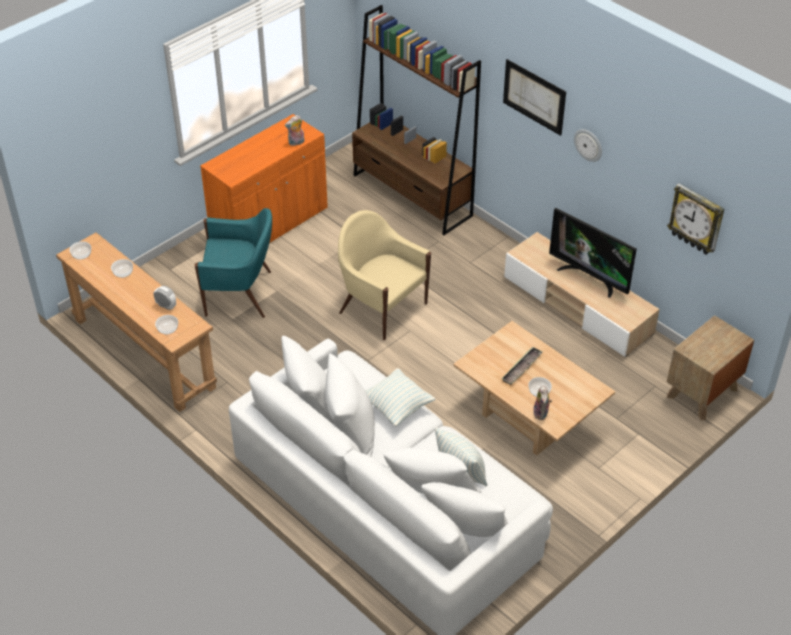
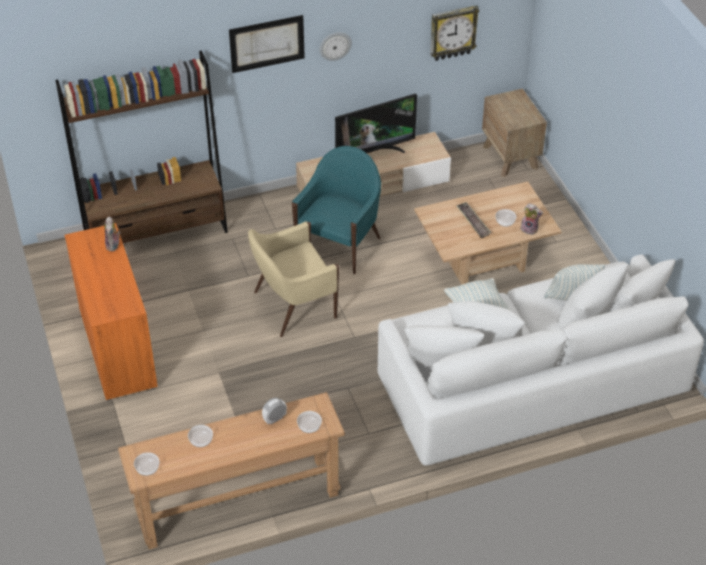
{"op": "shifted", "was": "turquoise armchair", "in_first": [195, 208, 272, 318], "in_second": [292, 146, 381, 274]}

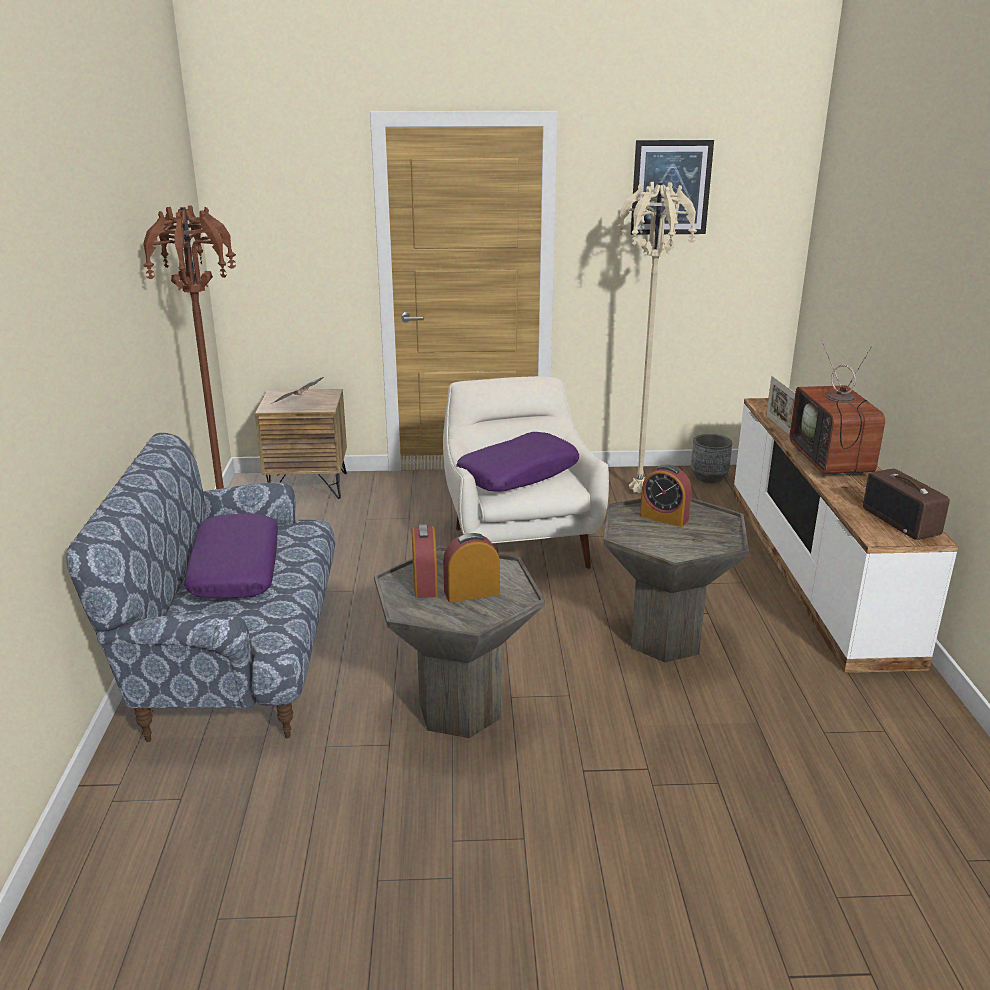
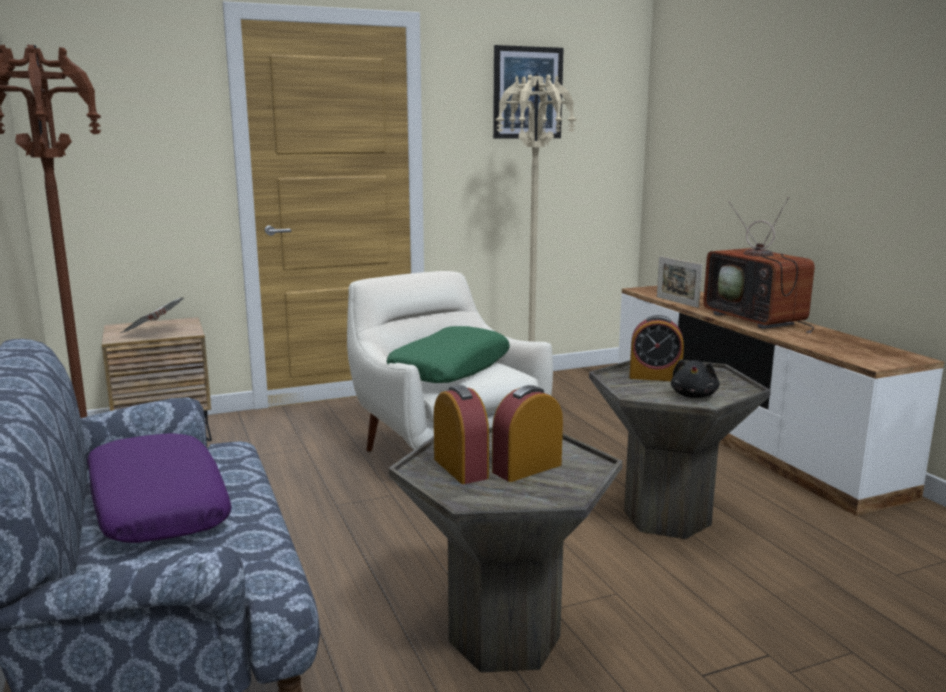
{"op": "repainted", "was": "purple pillow", "now": "green pillow", "in_first": [456, 432, 579, 492], "in_second": [387, 326, 510, 383]}
{"op": "new", "now": "black plush toy", "in_second": [671, 359, 719, 398]}
{"op": "gone", "was": "grey planter", "in_first": [691, 434, 732, 483]}
{"op": "gone", "was": "radio", "in_first": [863, 469, 950, 540]}

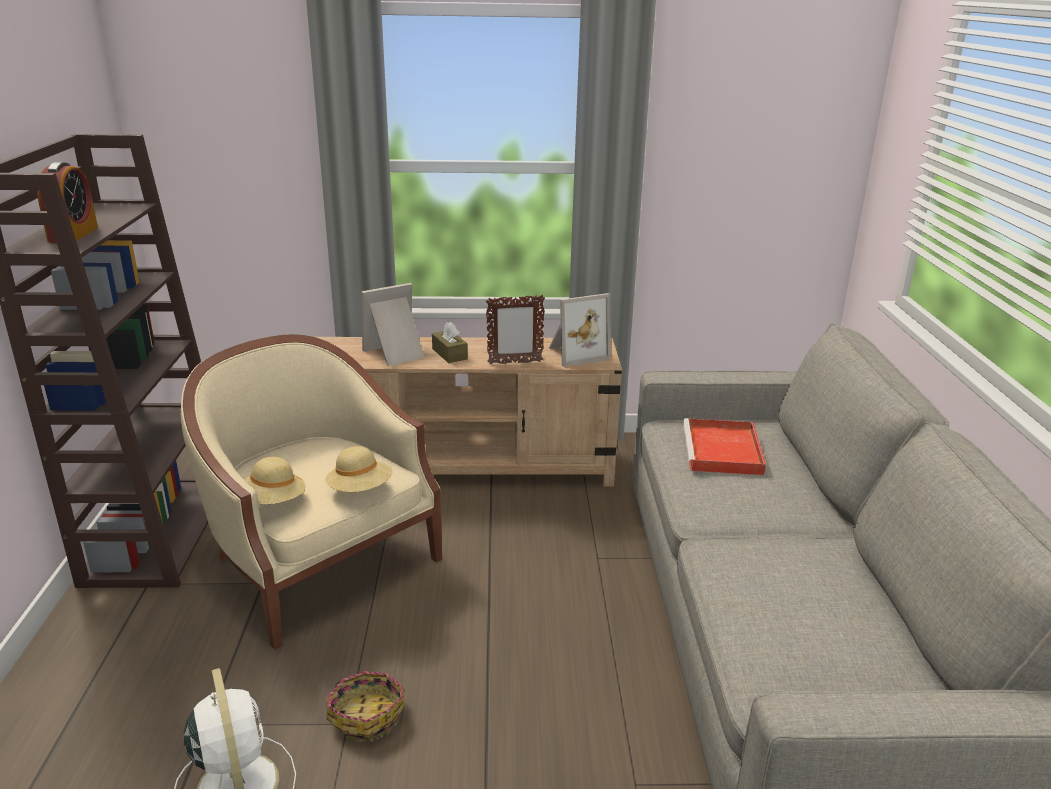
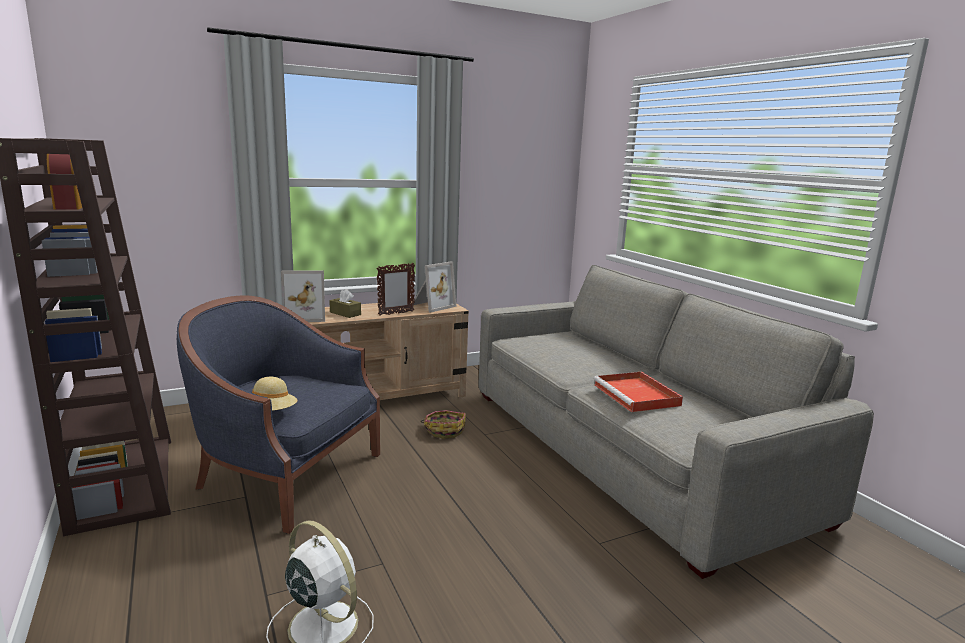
{"op": "repainted", "was": "beige armchair", "now": "blue armchair", "in_first": [181, 334, 442, 649], "in_second": [177, 295, 380, 534]}
{"op": "rotated", "was": "picture frame", "in_first": [362, 283, 425, 366], "in_second": [281, 270, 325, 322], "clockwise": -135}
{"op": "shifted", "was": "basket", "in_first": [326, 671, 405, 741], "in_second": [420, 410, 466, 439]}
{"op": "shifted", "was": "red tray", "in_first": [683, 418, 766, 475], "in_second": [593, 372, 683, 412]}
{"op": "gone", "was": "beige hat", "in_first": [325, 446, 393, 492]}

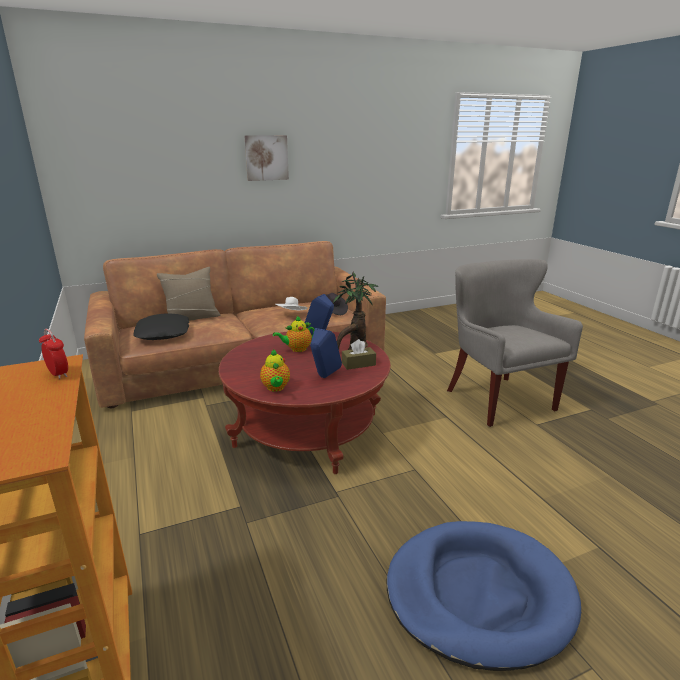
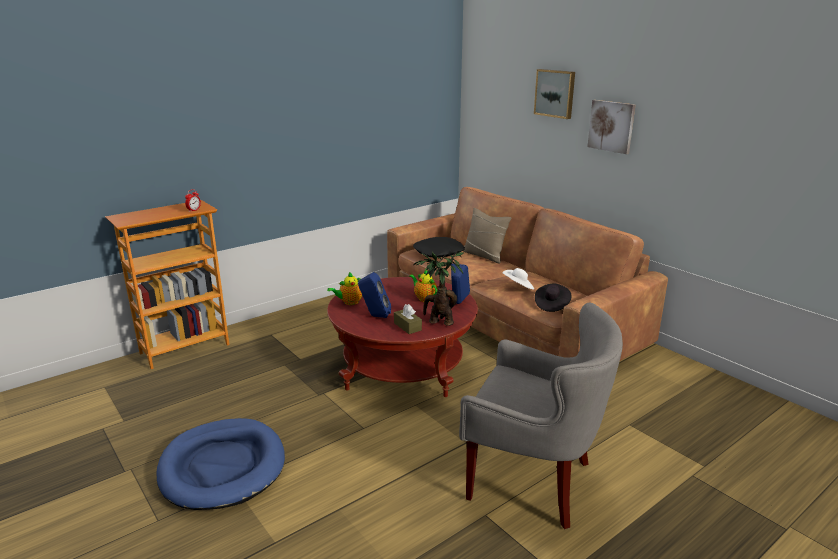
{"op": "rotated", "was": "grey armchair", "in_first": [447, 259, 583, 427], "in_second": [459, 303, 623, 529], "clockwise": 60}
{"op": "new", "now": "picture", "in_second": [534, 69, 575, 119]}

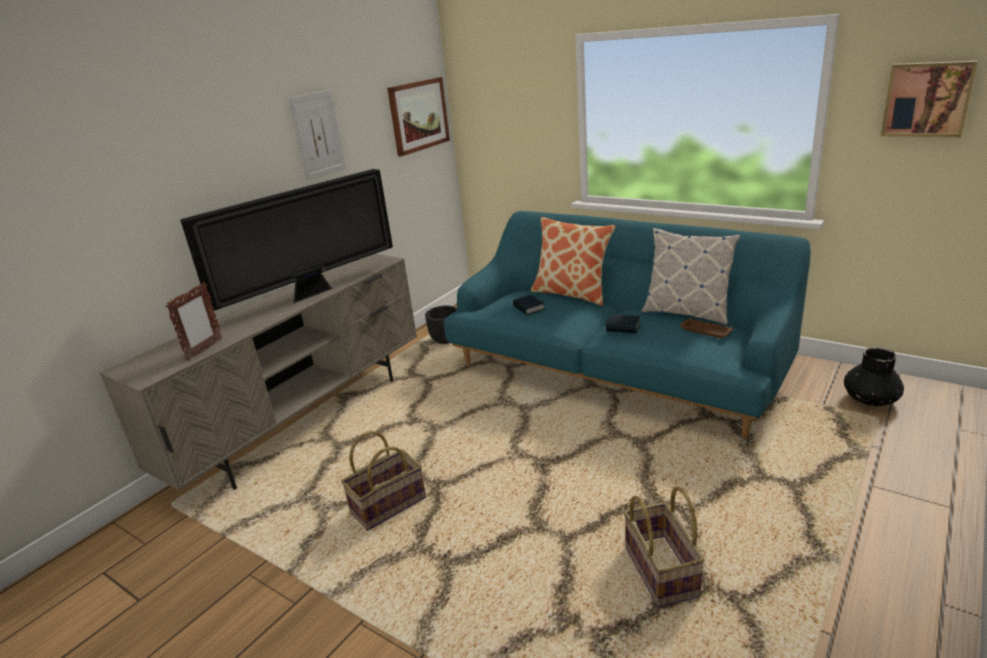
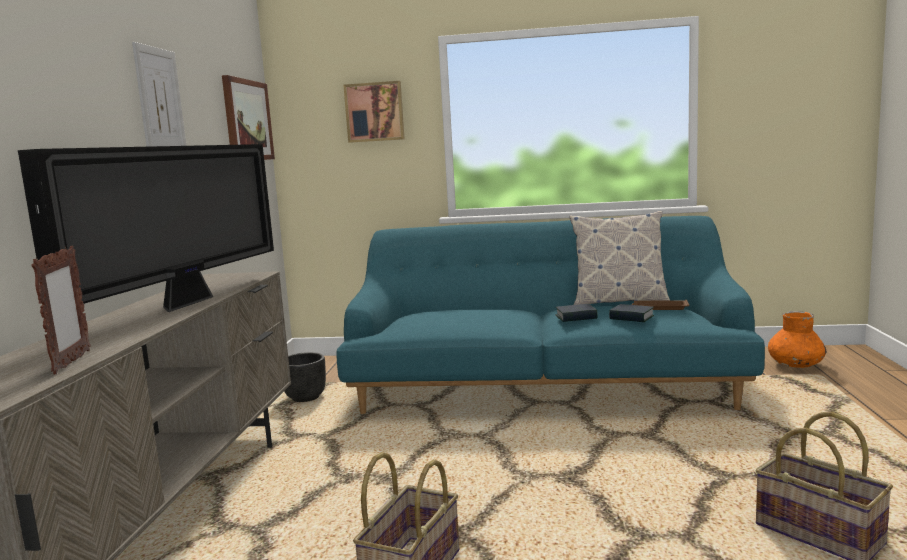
{"op": "shifted", "was": "picture", "in_first": [881, 61, 978, 137], "in_second": [343, 81, 405, 143]}
{"op": "shifted", "was": "book", "in_first": [513, 295, 545, 315], "in_second": [609, 304, 654, 322]}
{"op": "repainted", "was": "black vase", "now": "orange vase", "in_first": [844, 347, 904, 406], "in_second": [768, 311, 826, 368]}
{"op": "gone", "was": "pillow", "in_first": [531, 217, 616, 306]}

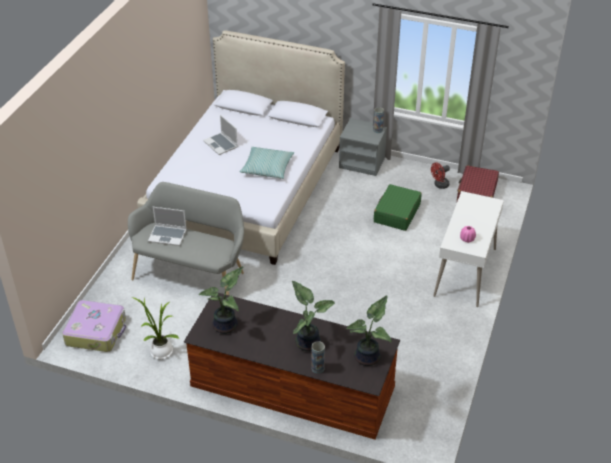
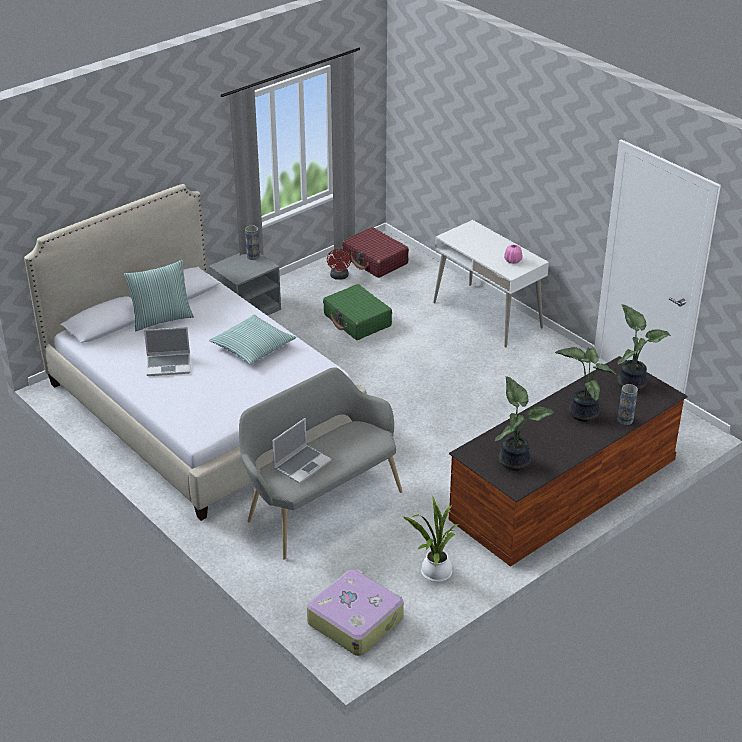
{"op": "new", "now": "pillow", "in_second": [124, 260, 194, 331]}

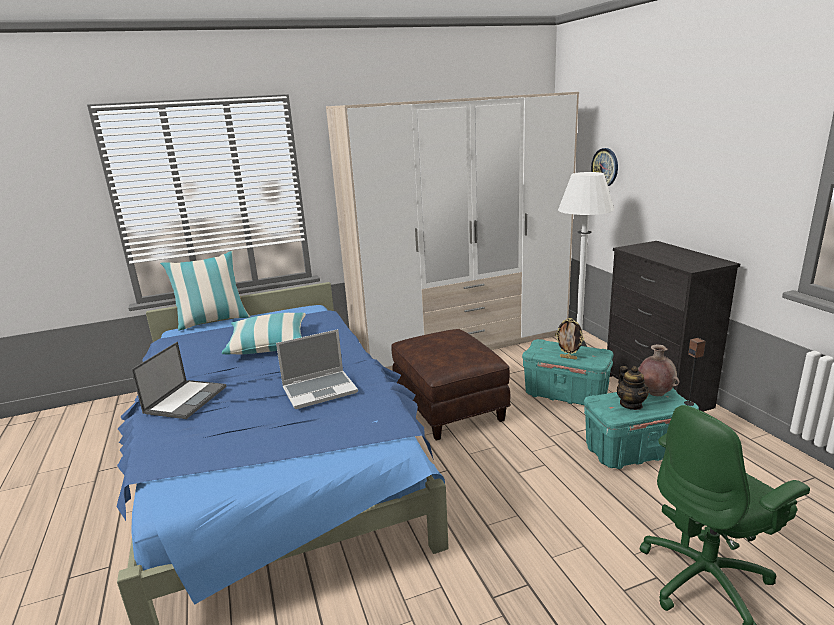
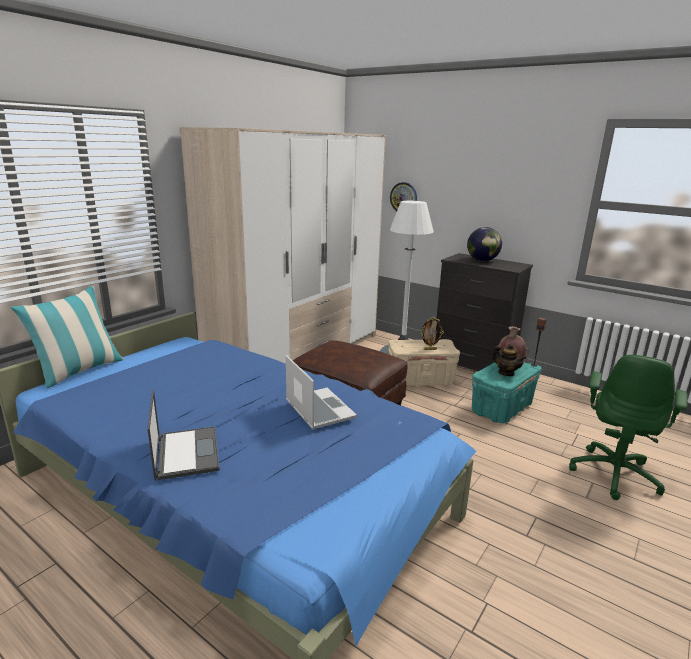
{"op": "rotated", "was": "laptop", "in_first": [276, 329, 358, 409], "in_second": [286, 355, 357, 429], "clockwise": -60}
{"op": "repainted", "was": "turquoise storage box", "now": "beige storage box", "in_first": [522, 339, 613, 405], "in_second": [388, 339, 460, 387]}
{"op": "new", "now": "globe", "in_second": [467, 227, 502, 261]}
{"op": "gone", "was": "pillow", "in_first": [222, 313, 306, 354]}

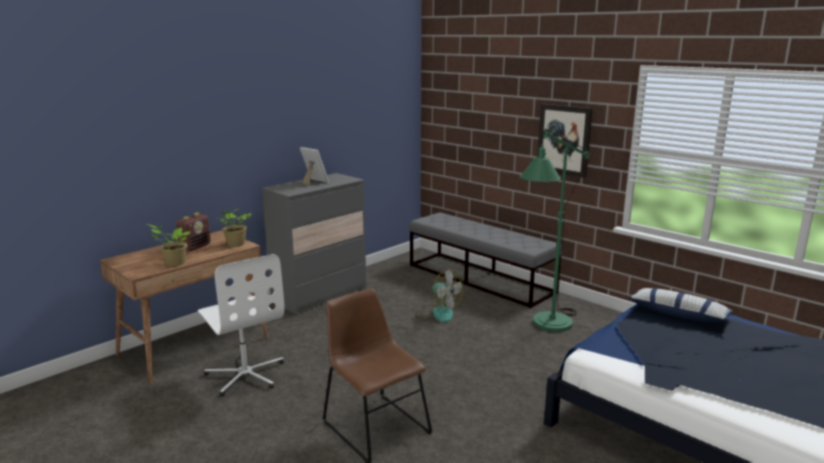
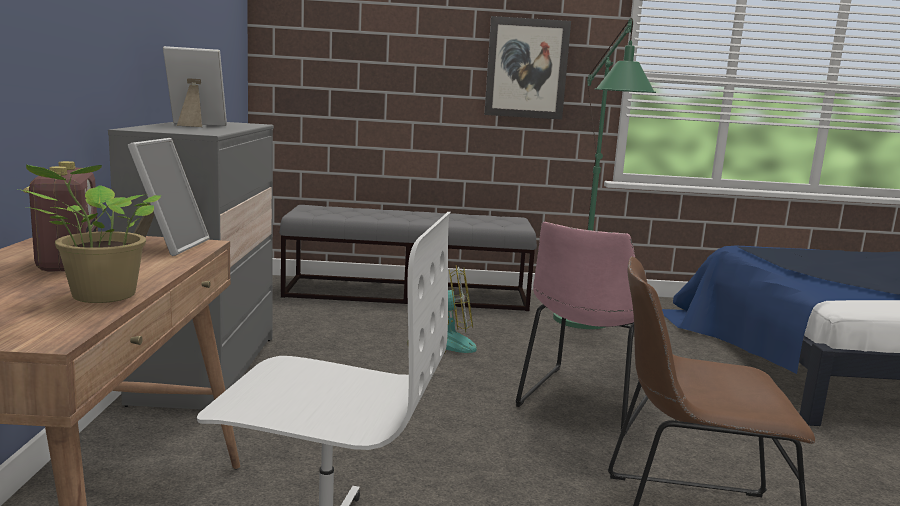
{"op": "swapped", "was": "potted plant", "now": "picture frame", "in_first": [219, 208, 251, 247], "in_second": [127, 138, 209, 256]}
{"op": "new", "now": "pink chair", "in_second": [516, 222, 648, 436]}
{"op": "gone", "was": "pillow", "in_first": [627, 288, 733, 323]}

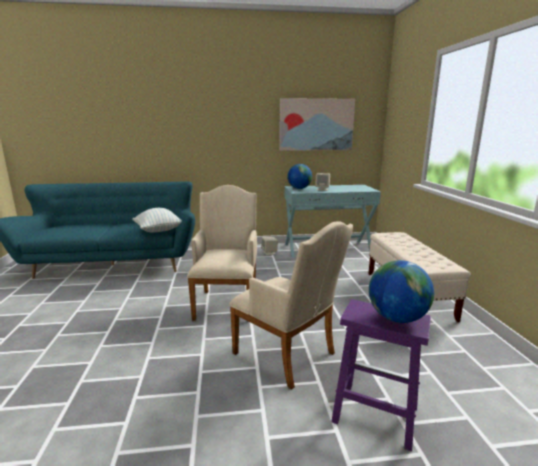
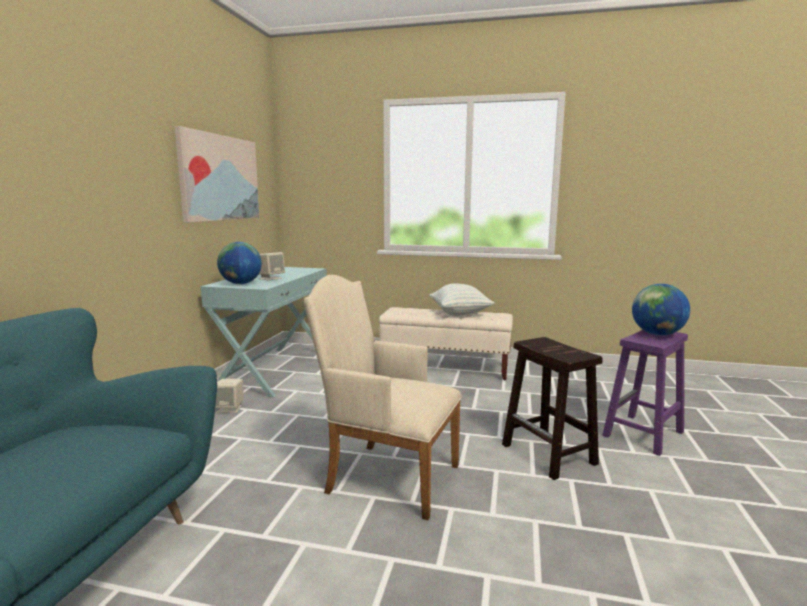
{"op": "shifted", "was": "pillow", "in_first": [132, 208, 182, 233], "in_second": [429, 283, 494, 316]}
{"op": "swapped", "was": "beige armchair", "now": "brown stool", "in_first": [229, 221, 353, 390], "in_second": [502, 337, 603, 480]}

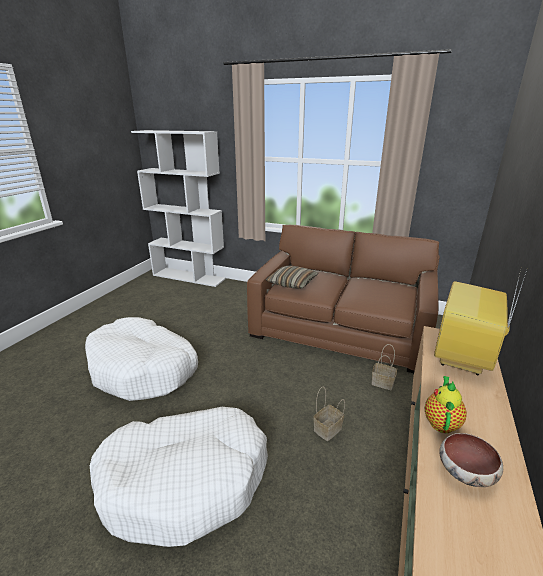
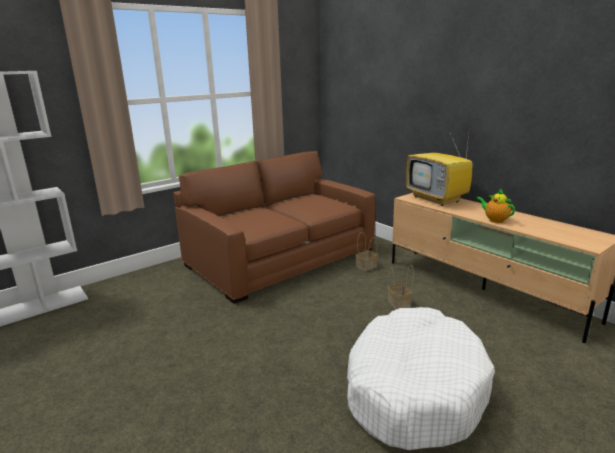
{"op": "gone", "was": "white dog bed", "in_first": [85, 317, 198, 401]}
{"op": "gone", "was": "pillow", "in_first": [266, 266, 319, 289]}
{"op": "gone", "was": "bowl", "in_first": [439, 433, 503, 487]}

